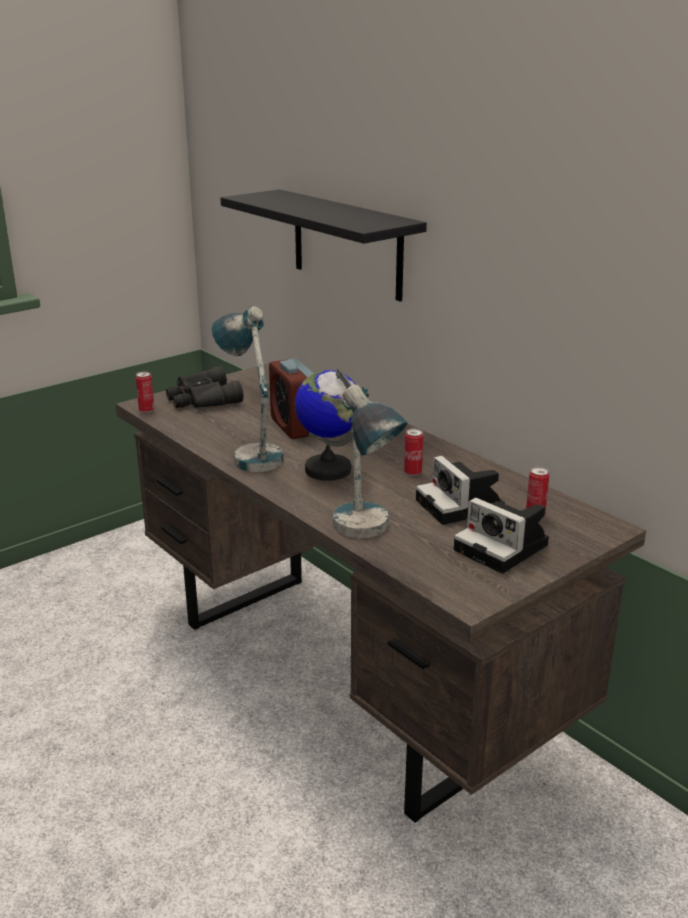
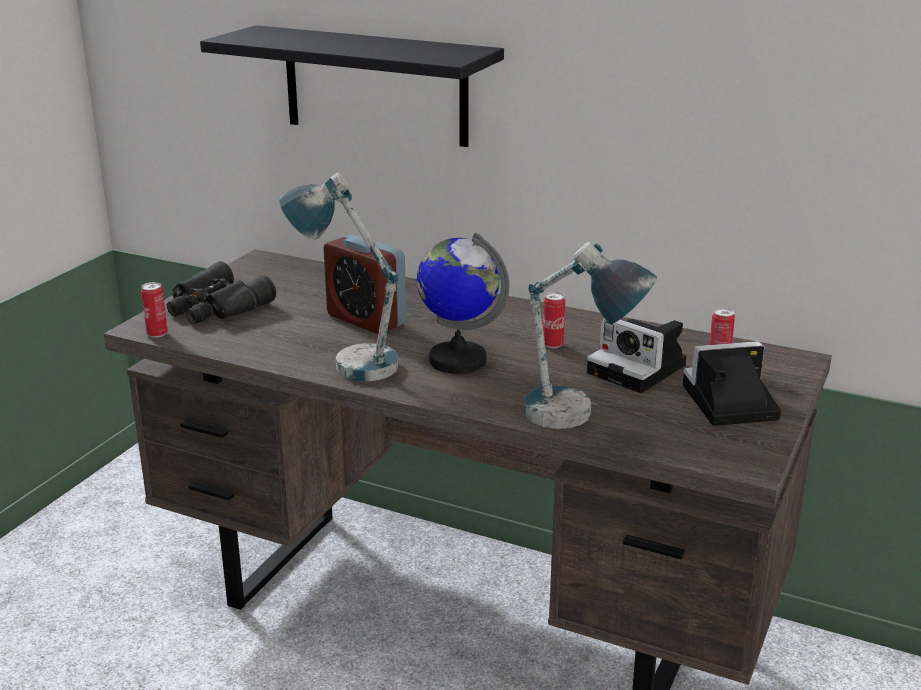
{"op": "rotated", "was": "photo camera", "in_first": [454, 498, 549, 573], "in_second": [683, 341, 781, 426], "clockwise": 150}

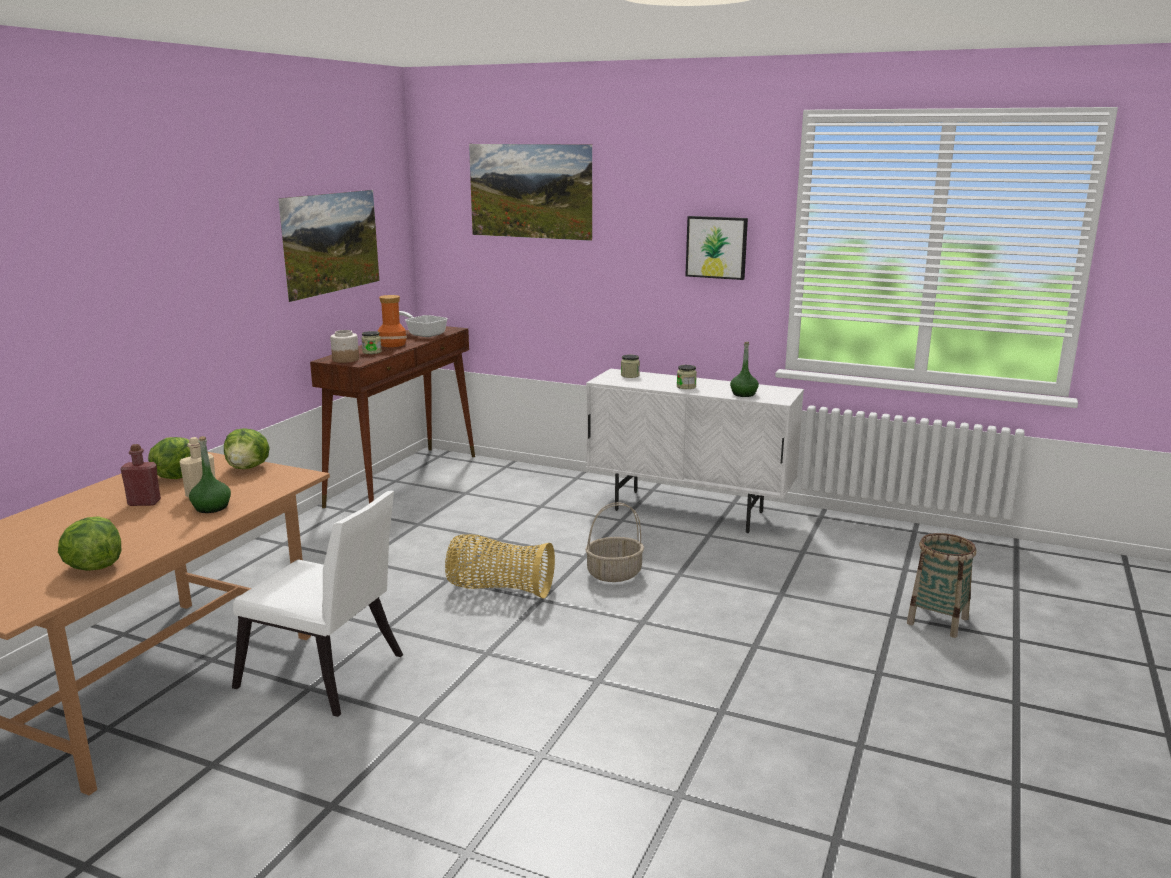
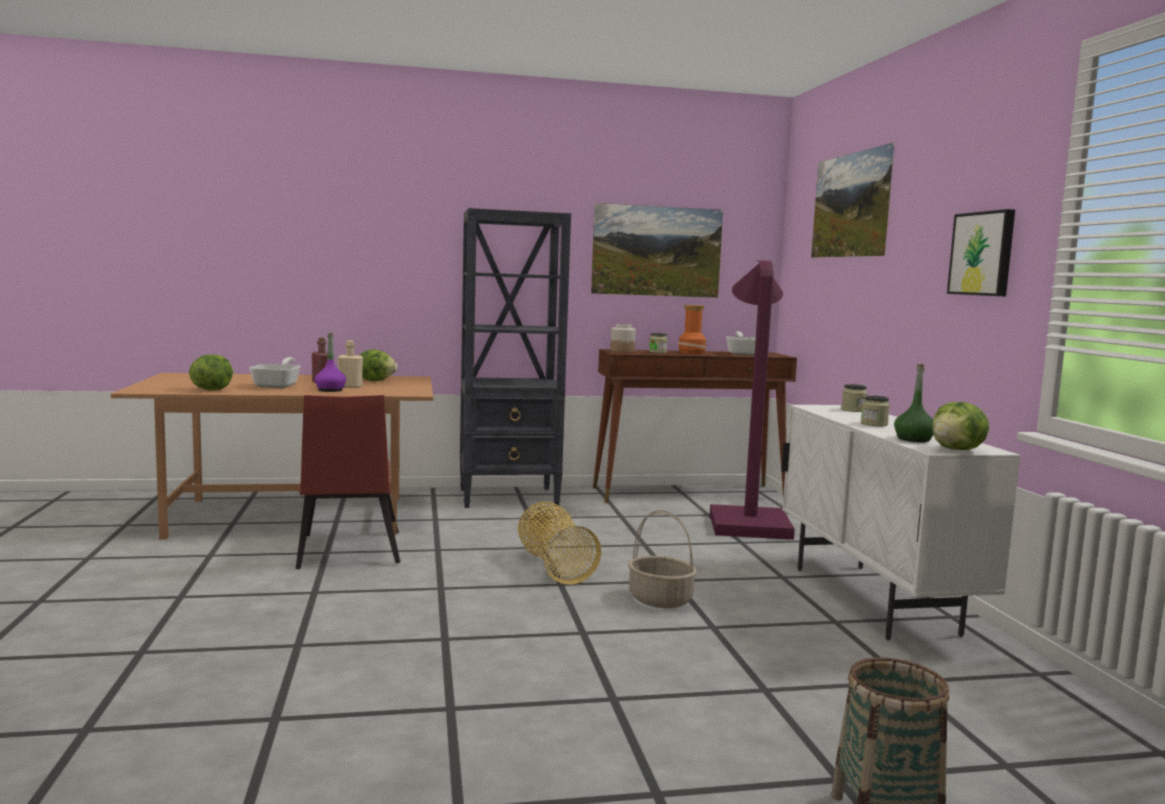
{"op": "new", "now": "frying pan", "in_second": [250, 357, 300, 388]}
{"op": "repainted", "was": "white chair", "now": "red chair", "in_first": [232, 491, 403, 717], "in_second": [296, 395, 400, 569]}
{"op": "repainted", "was": "green bottle", "now": "purple bottle", "in_first": [189, 436, 231, 513], "in_second": [315, 333, 346, 392]}
{"op": "new", "now": "black bookcase", "in_second": [460, 208, 571, 508]}
{"op": "new", "now": "purple floor lamp", "in_second": [710, 260, 795, 540]}
{"op": "shifted", "was": "lettuce", "in_first": [224, 428, 270, 469], "in_second": [932, 402, 989, 450]}

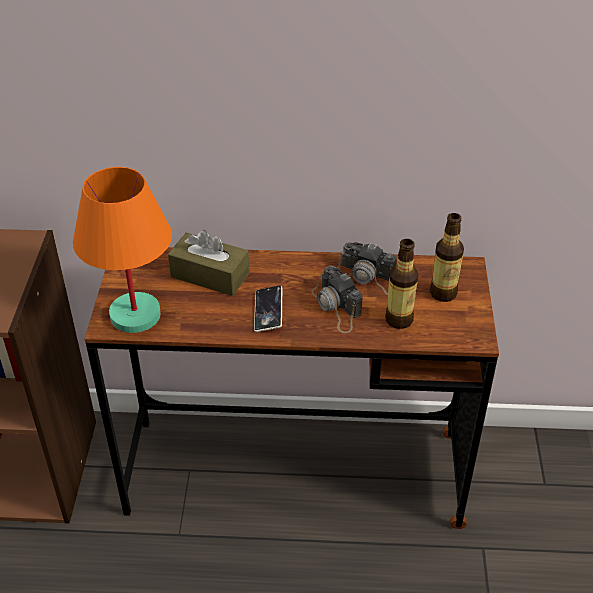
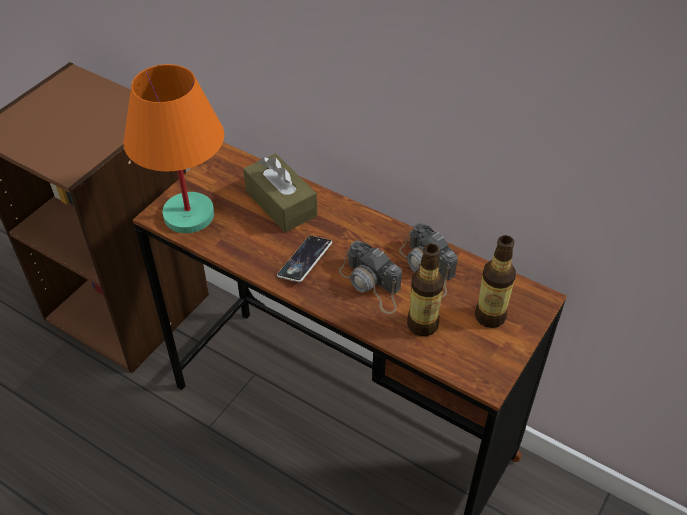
{"op": "rotated", "was": "photo camera", "in_first": [311, 265, 362, 333], "in_second": [339, 241, 402, 314], "clockwise": -45}

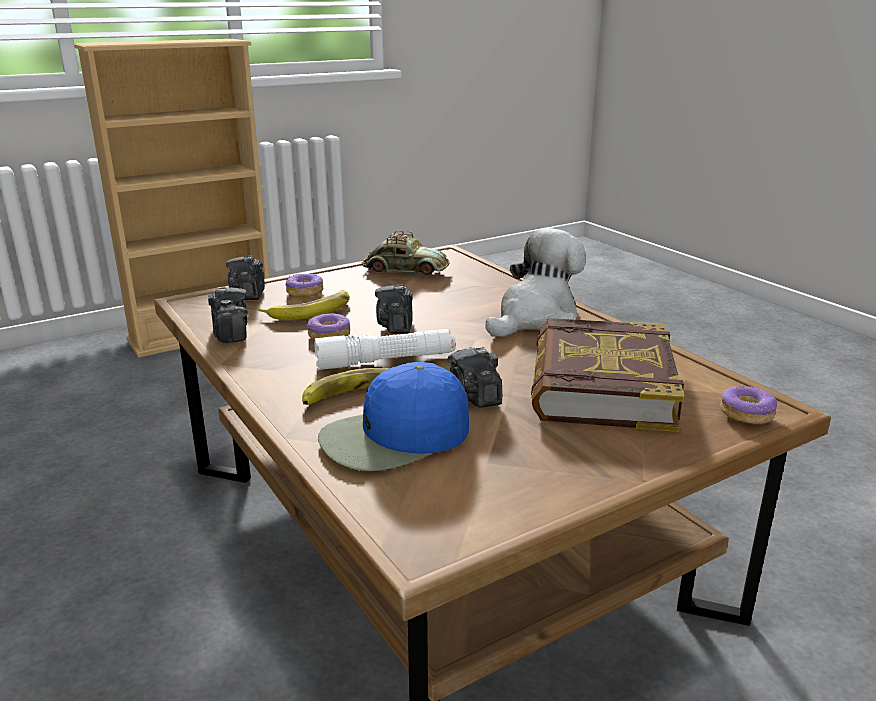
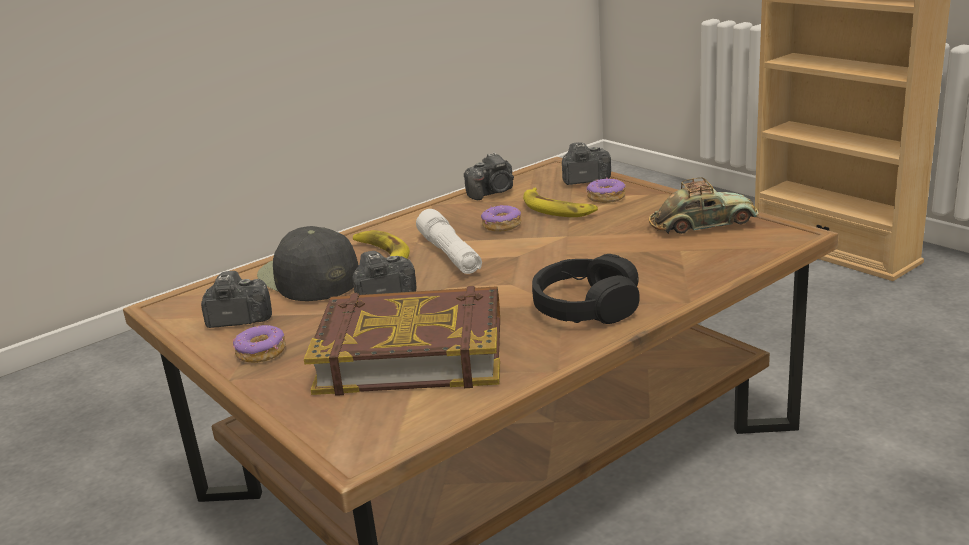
{"op": "shifted", "was": "photo camera", "in_first": [375, 285, 413, 334], "in_second": [201, 271, 272, 328]}
{"op": "shifted", "was": "donut", "in_first": [720, 386, 777, 424], "in_second": [233, 325, 286, 363]}
{"op": "repainted", "was": "blue cap", "now": "black cap", "in_first": [318, 362, 469, 471], "in_second": [257, 226, 359, 301]}
{"op": "swapped", "was": "plush toy", "now": "black headphones", "in_first": [485, 228, 586, 337], "in_second": [532, 254, 640, 324]}
{"op": "rotated", "was": "toy car", "in_first": [362, 231, 450, 275], "in_second": [649, 177, 759, 234], "clockwise": -105}

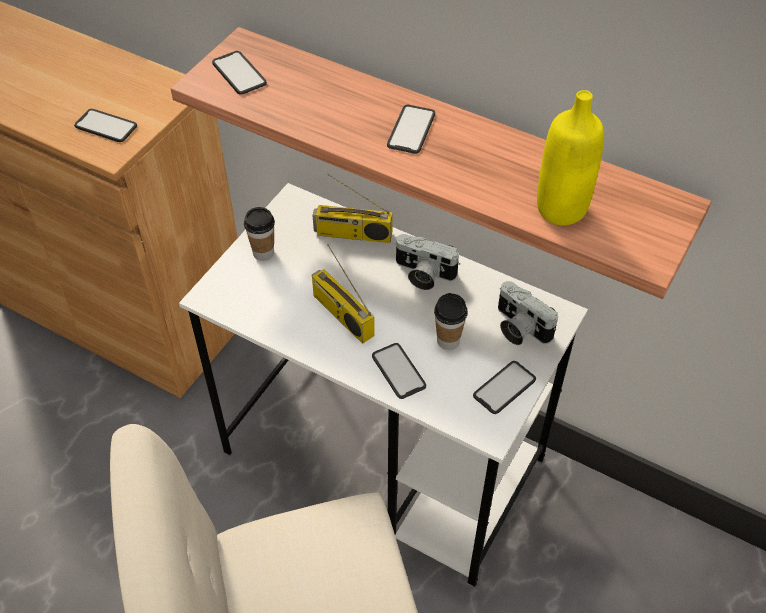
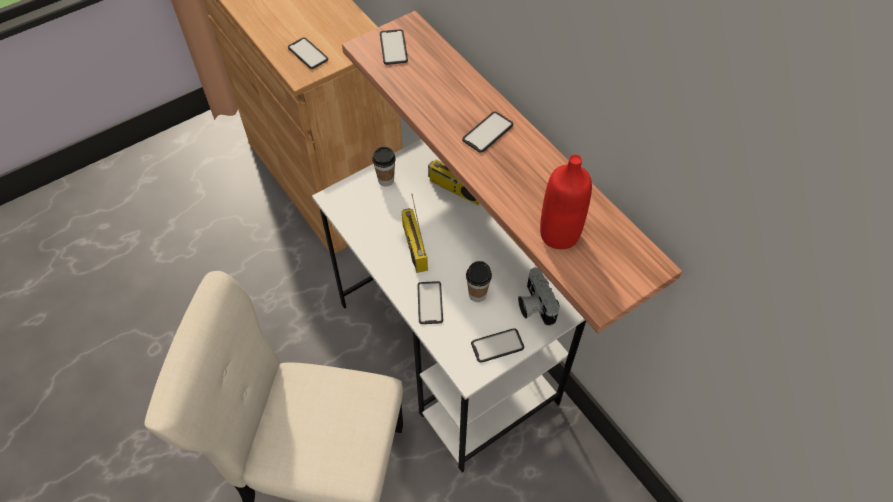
{"op": "repainted", "was": "yellow bottle", "now": "red bottle", "in_first": [537, 90, 604, 225], "in_second": [540, 155, 592, 249]}
{"op": "gone", "was": "photo camera", "in_first": [394, 234, 460, 290]}

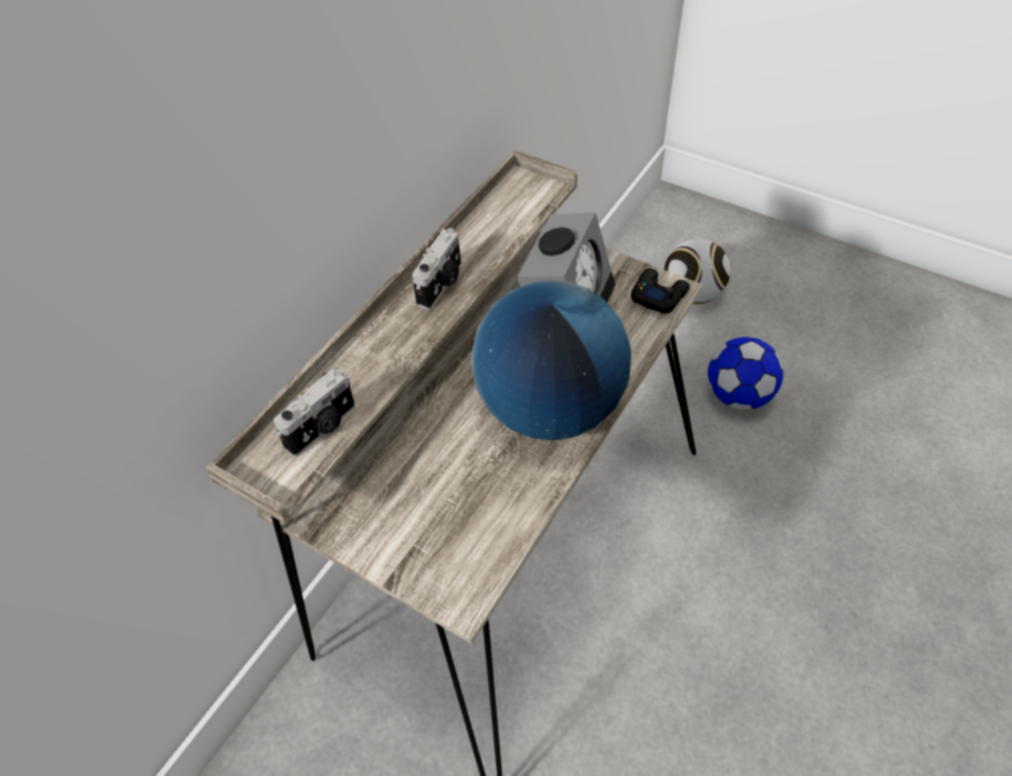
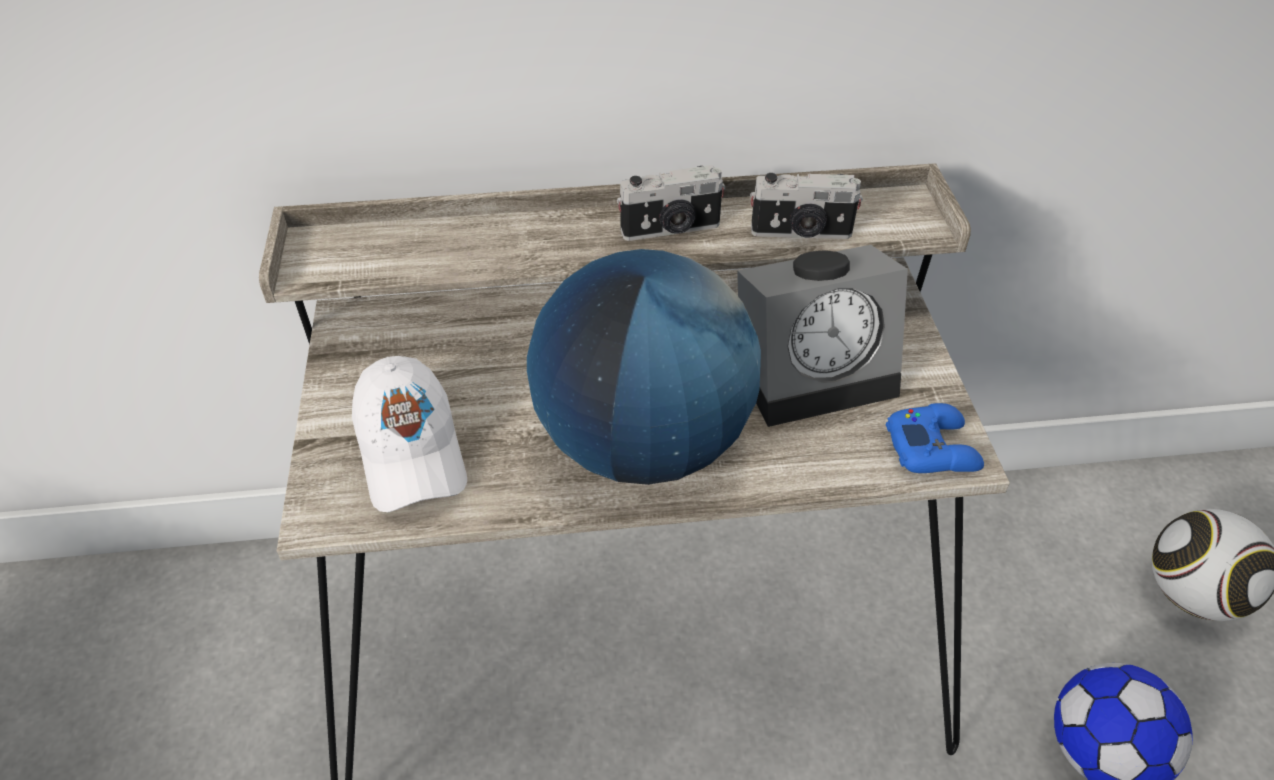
{"op": "new", "now": "white cap", "in_second": [352, 356, 467, 512]}
{"op": "shifted", "was": "photo camera", "in_first": [273, 369, 355, 457], "in_second": [750, 173, 863, 239]}
{"op": "repainted", "was": "black game controller", "now": "blue game controller", "in_first": [631, 268, 690, 314], "in_second": [886, 403, 984, 473]}

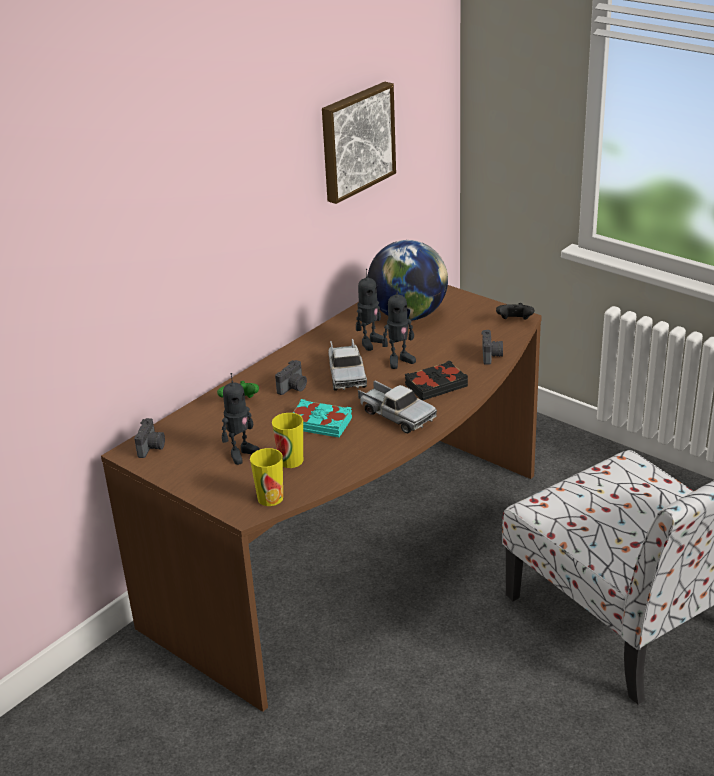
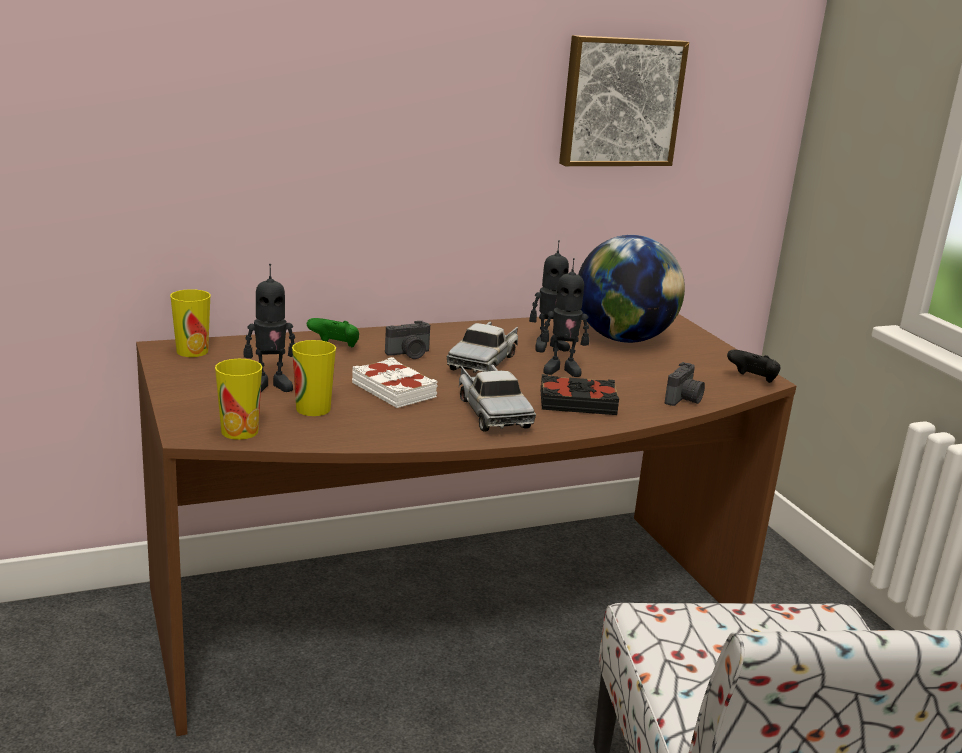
{"op": "swapped", "was": "photo camera", "now": "cup", "in_first": [134, 418, 165, 458], "in_second": [170, 289, 211, 357]}
{"op": "repainted", "was": "turquoise book", "now": "white book", "in_first": [292, 399, 352, 437], "in_second": [352, 357, 438, 408]}

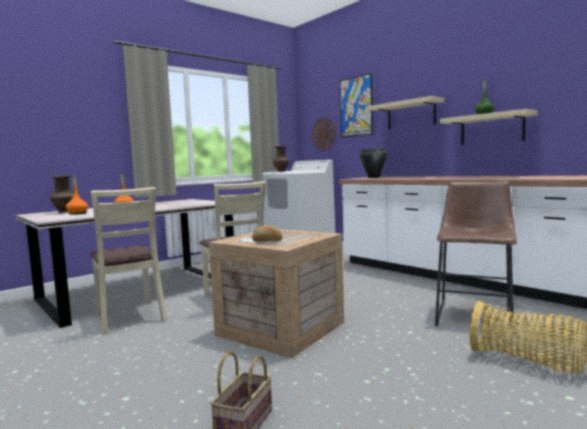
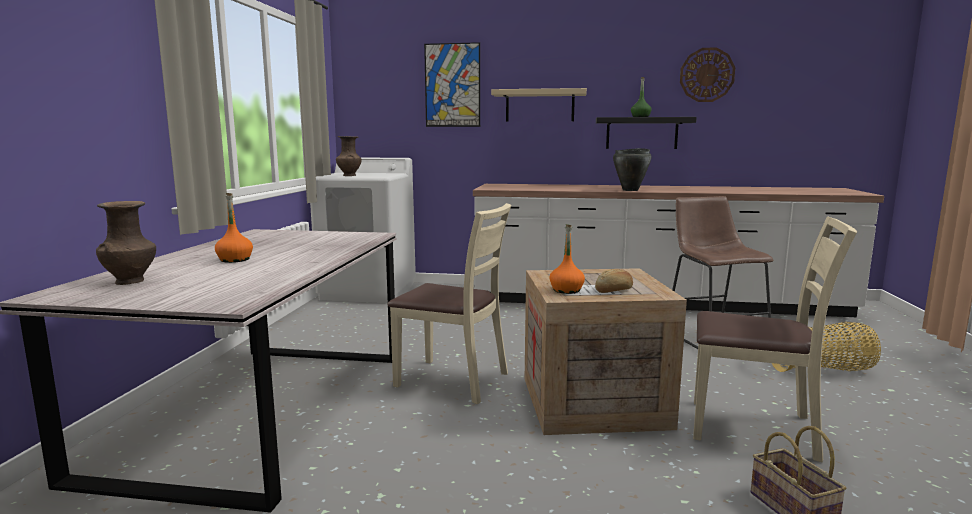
{"op": "shifted", "was": "orange bottle", "in_first": [66, 175, 88, 215], "in_second": [550, 224, 585, 294]}
{"op": "repainted", "was": "beige shelf", "now": "black shelf", "in_first": [440, 109, 538, 145], "in_second": [596, 117, 697, 149]}
{"op": "shifted", "was": "black cooking pot", "in_first": [359, 148, 387, 178], "in_second": [613, 148, 651, 191]}
{"op": "shifted", "was": "wall clock", "in_first": [312, 118, 336, 151], "in_second": [680, 47, 735, 102]}
{"op": "shifted", "was": "beige chair", "in_first": [90, 187, 167, 334], "in_second": [693, 216, 857, 462]}

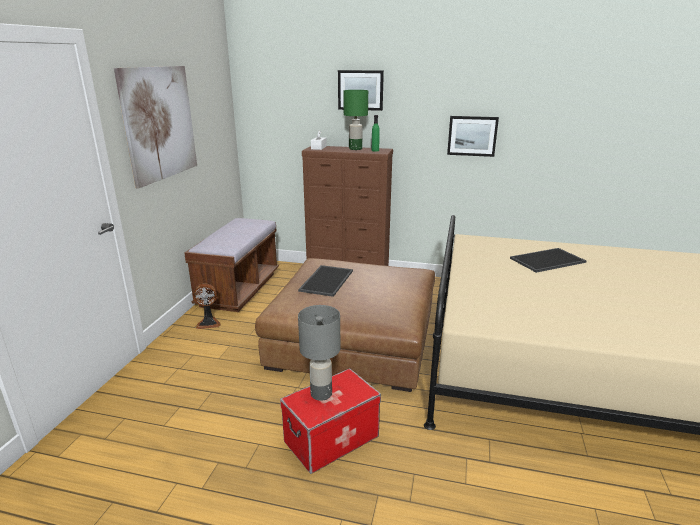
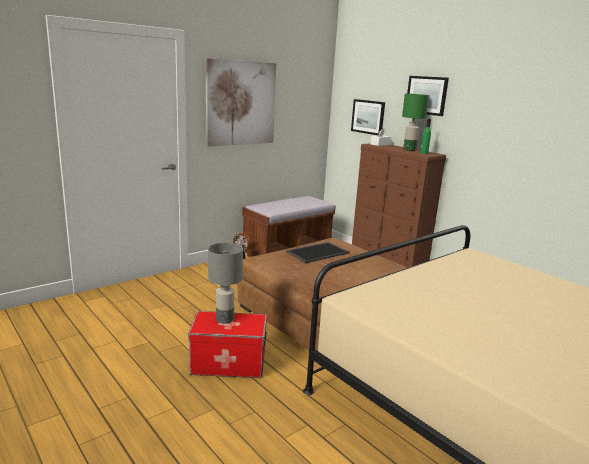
{"op": "shifted", "was": "picture", "in_first": [447, 116, 499, 157], "in_second": [351, 99, 385, 136]}
{"op": "gone", "was": "tray", "in_first": [510, 248, 586, 273]}

